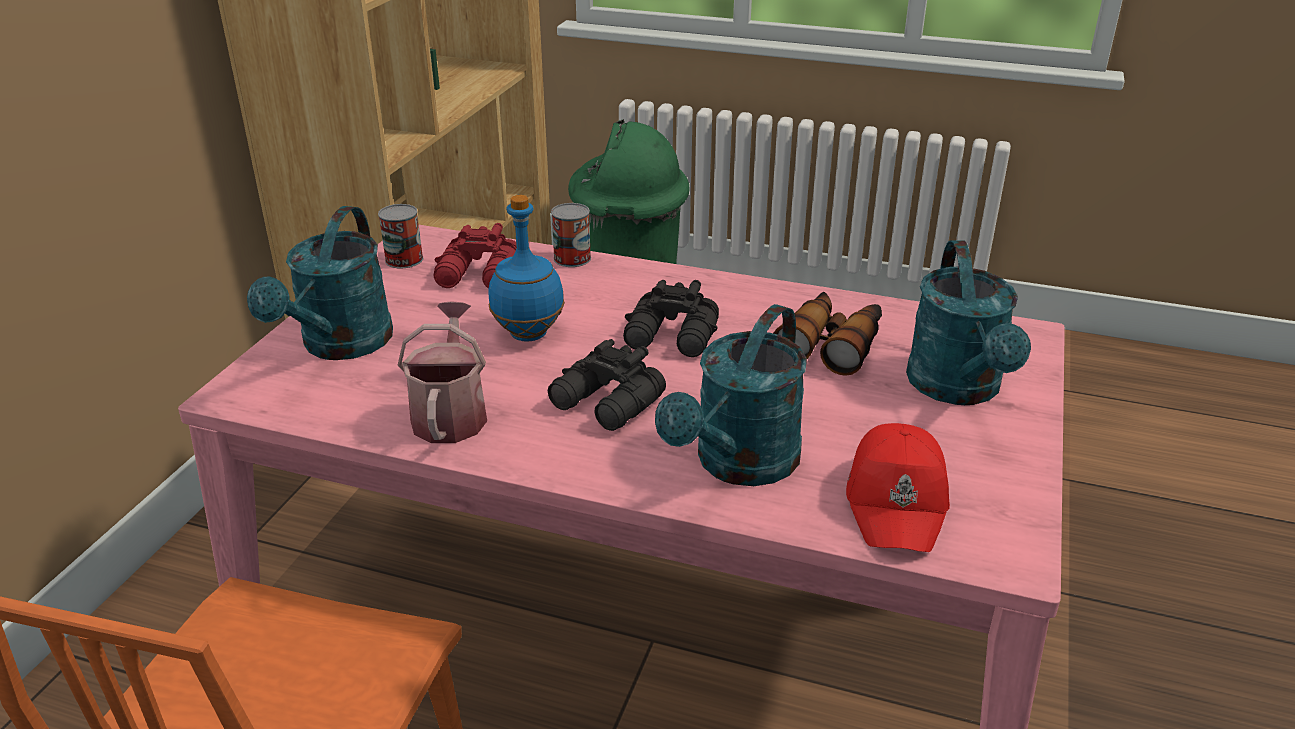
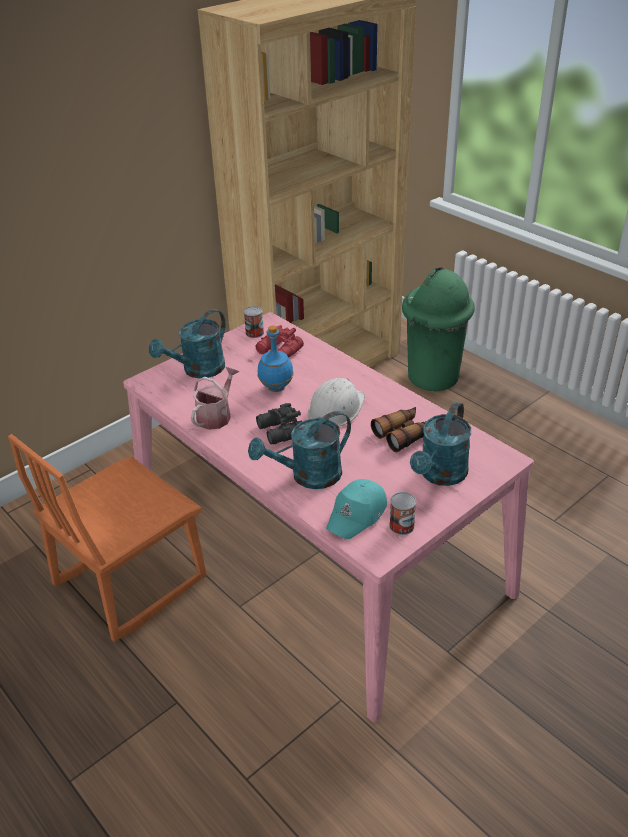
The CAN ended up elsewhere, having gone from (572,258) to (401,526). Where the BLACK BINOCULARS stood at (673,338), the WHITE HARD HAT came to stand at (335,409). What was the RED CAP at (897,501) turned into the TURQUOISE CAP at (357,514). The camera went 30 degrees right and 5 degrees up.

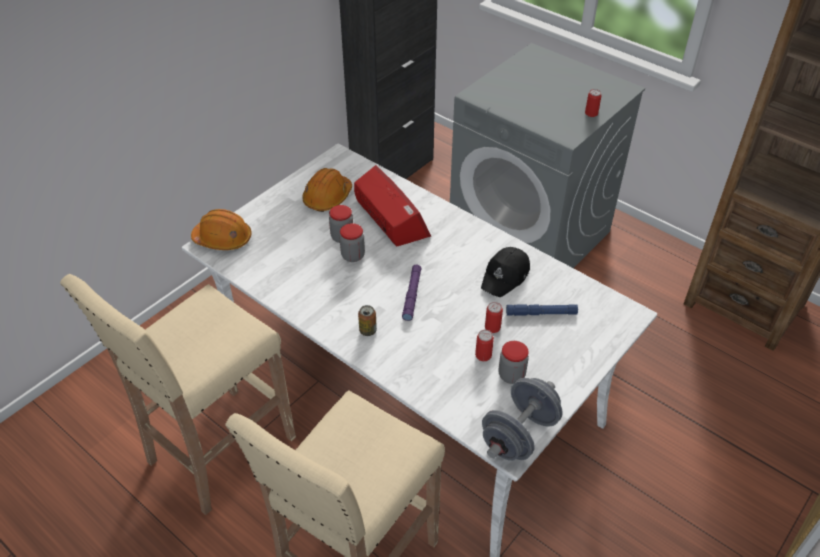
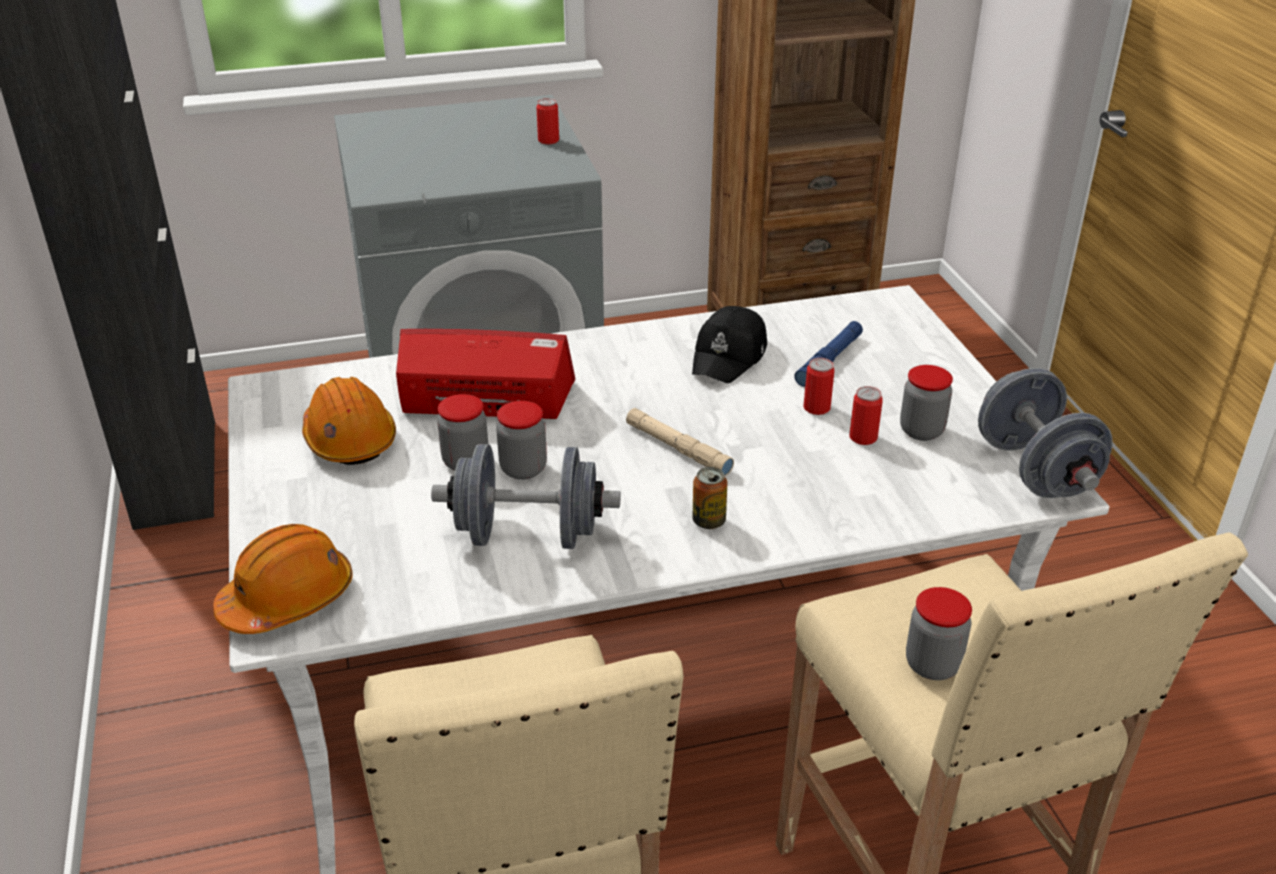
The second view gained the GREY DUMBBELL at (528,535). The second view gained the JAR at (932,665). What was the PURPLE FLASHLIGHT at (412,295) turned into the BEIGE FLASHLIGHT at (678,448). The BLACK CAP at (505,276) ended up facing another way, 45 degrees clockwise from before. The camera went 55 degrees left and 10 degrees down.

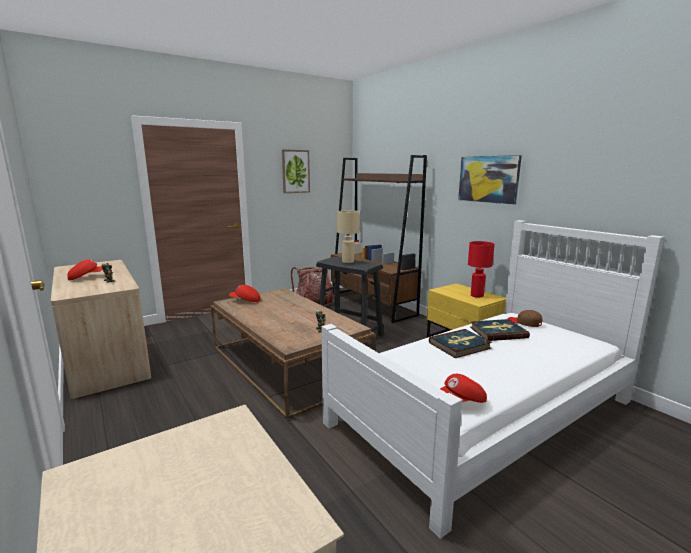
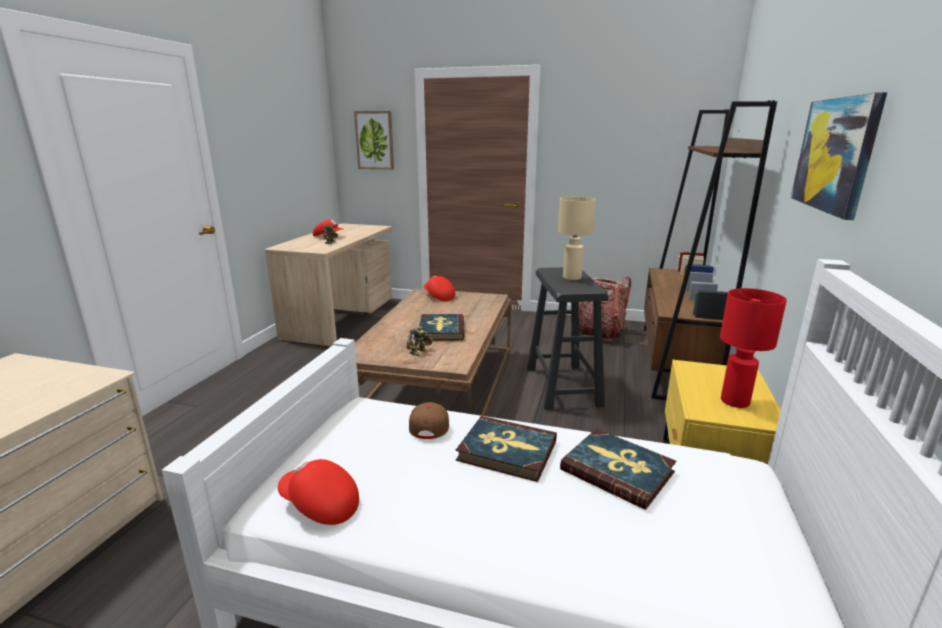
The second view gained the BOOK at (441,330). The PICTURE ended up elsewhere, having gone from (295,171) to (375,140). The BROWN CAP ended up elsewhere, having gone from (524,323) to (430,425). The camera went 50 degrees right and 5 degrees up.

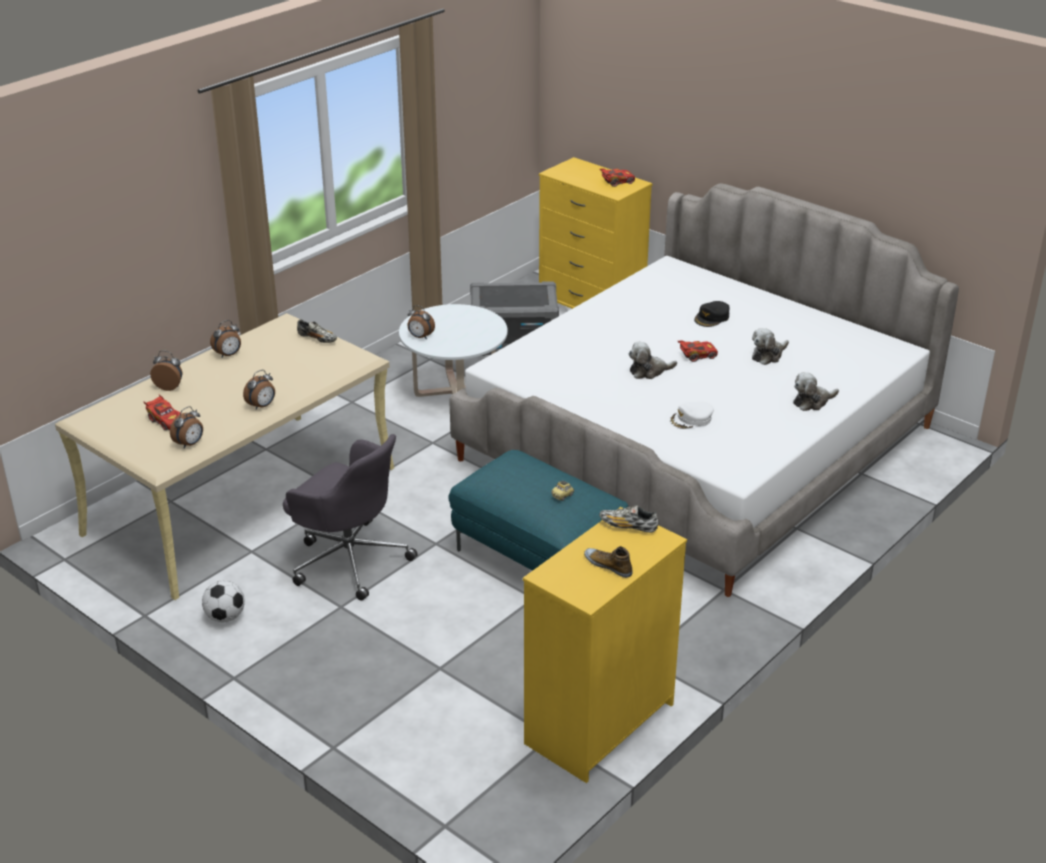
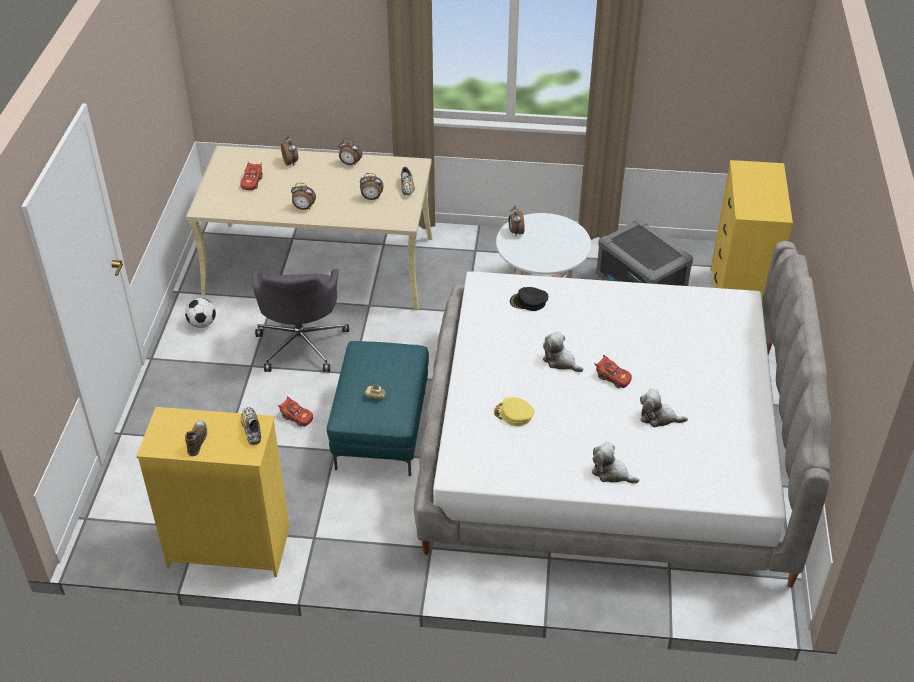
The ALARM CLOCK ended up elsewhere, having gone from (190,444) to (371,198). The RED TOY CAR ended up elsewhere, having gone from (617,182) to (296,417). The BLACK CAP ended up elsewhere, having gone from (712,318) to (528,302). What was the WHITE CAP at (691,419) turned into the YELLOW CAP at (513,414). The camera went 55 degrees right and 10 degrees up.

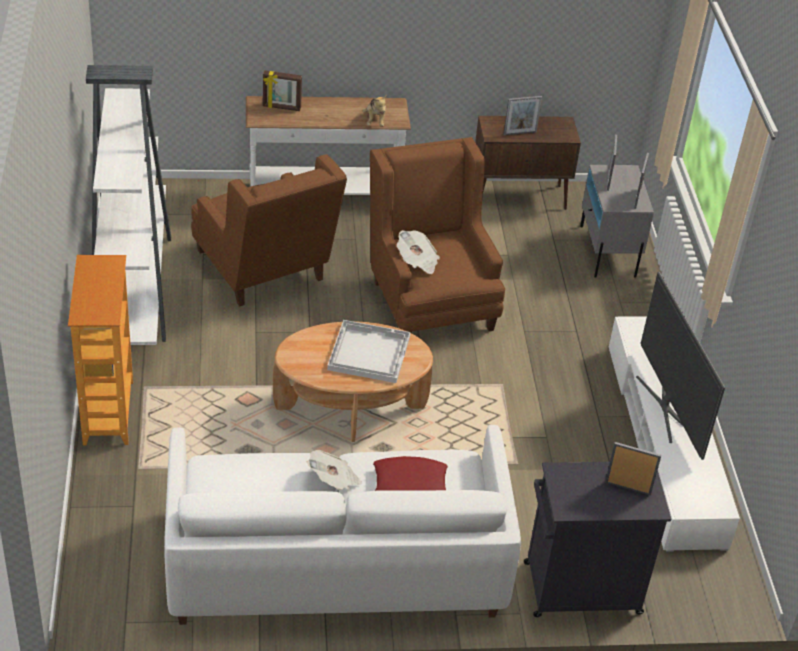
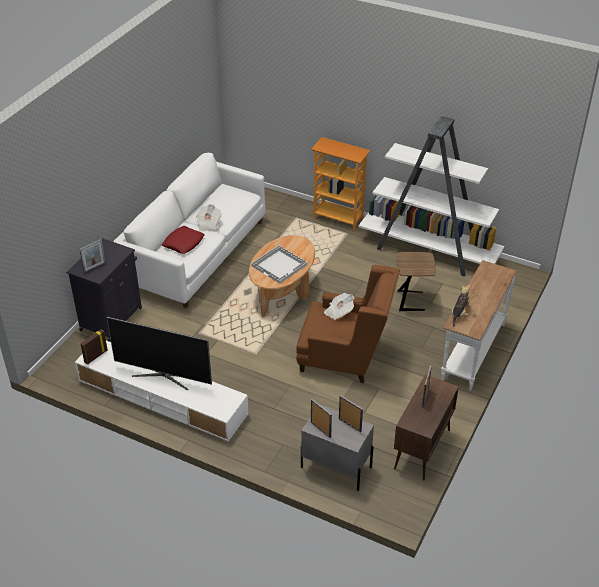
The PICTURE FRAME ended up elsewhere, having gone from (281,107) to (95,356). Where the BROWN ARMCHAIR stood at (265,272), the BROWN SIDE TABLE came to stand at (411,301). The PLUSH TOY at (375,120) ended up facing another way, 90 degrees clockwise from before. The camera went 125 degrees right and 0 degrees up.

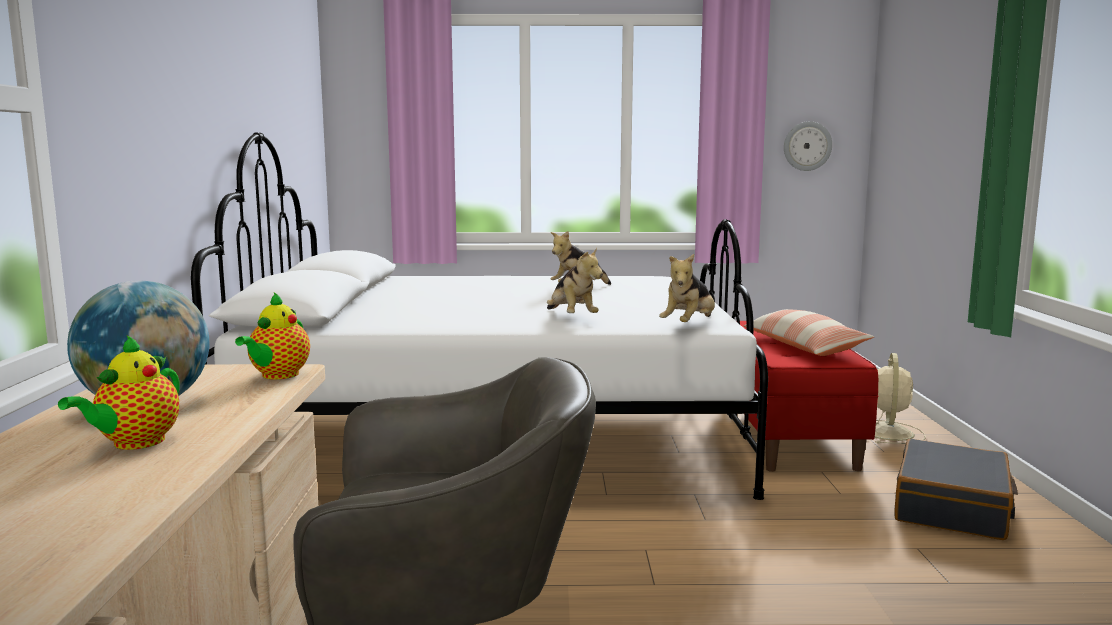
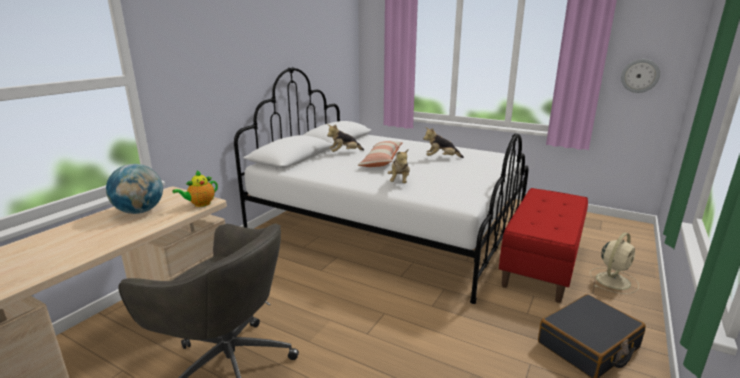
The second view lost the TEAPOT at (134,443). The PLUSH TOY ended up elsewhere, having gone from (689,325) to (344,153). The PILLOW ended up elsewhere, having gone from (803,346) to (381,161). The camera went 30 degrees right and 10 degrees up.

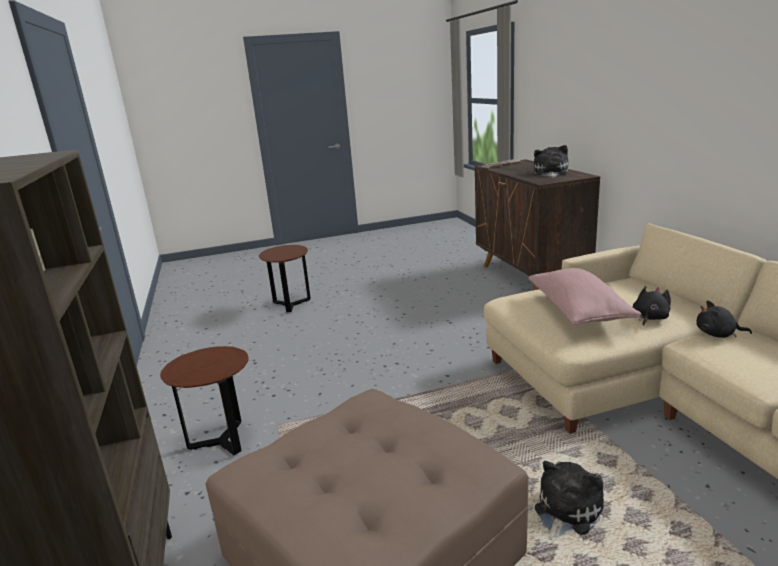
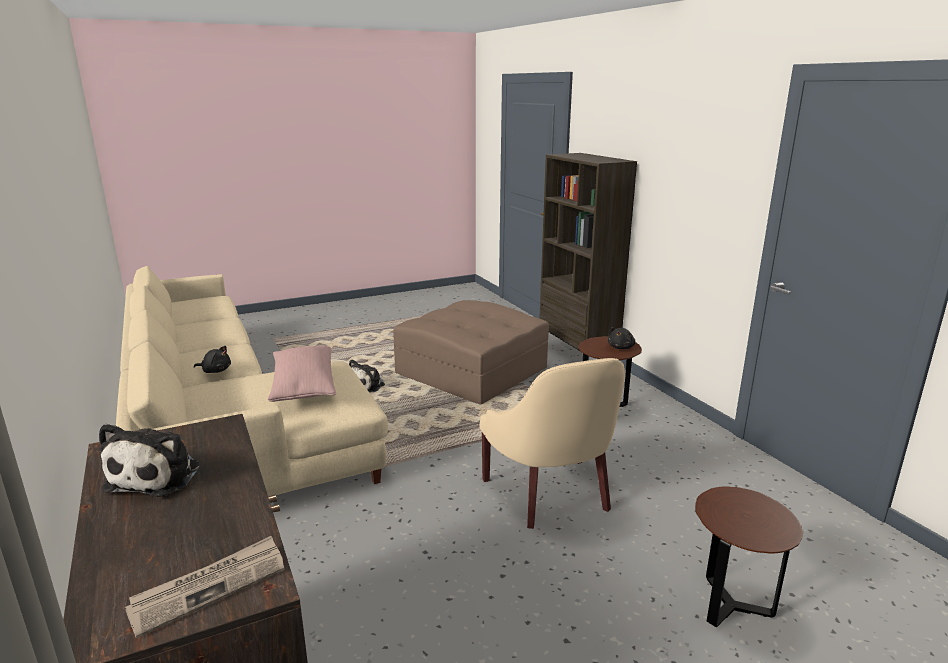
The second view gained the BEIGE ARMCHAIR at (551,494). The BLACK PLUSH TOY ended up elsewhere, having gone from (649,318) to (621,347). The camera went 170 degrees right and 0 degrees up.

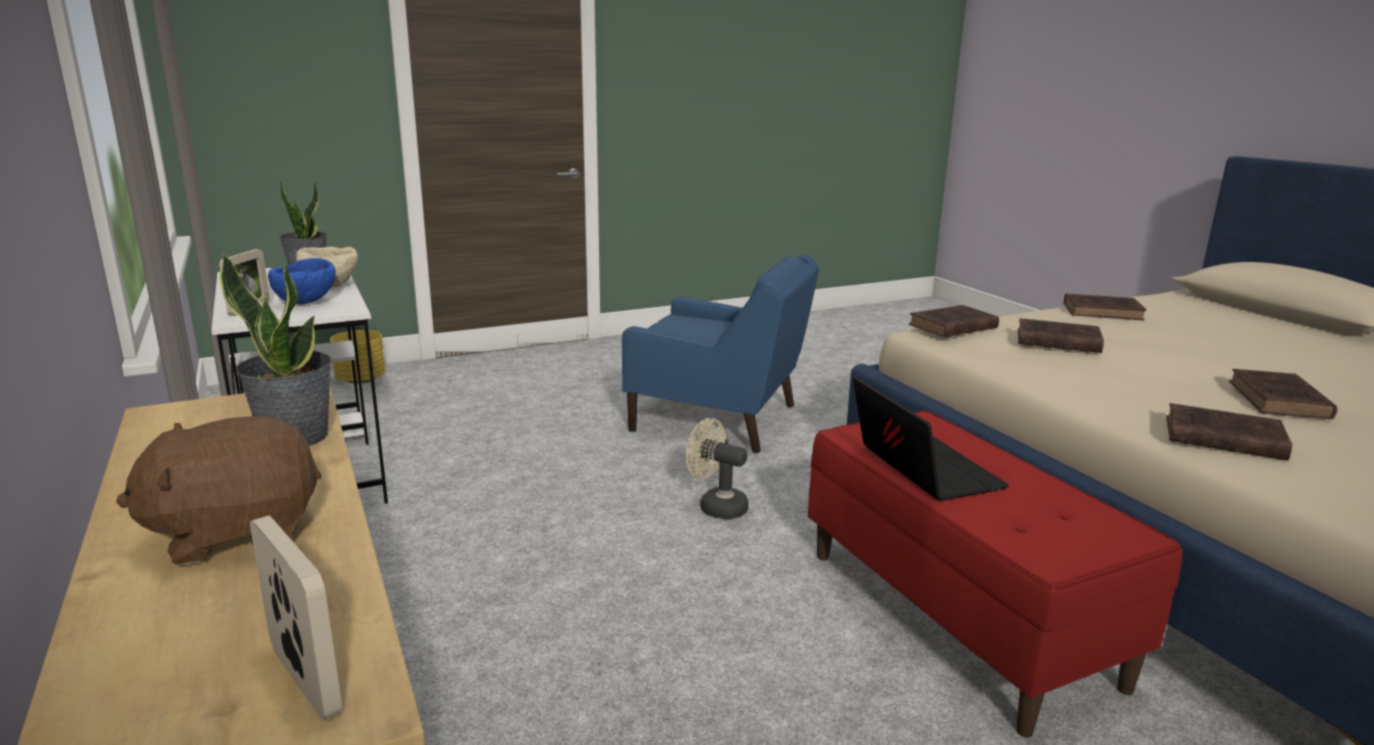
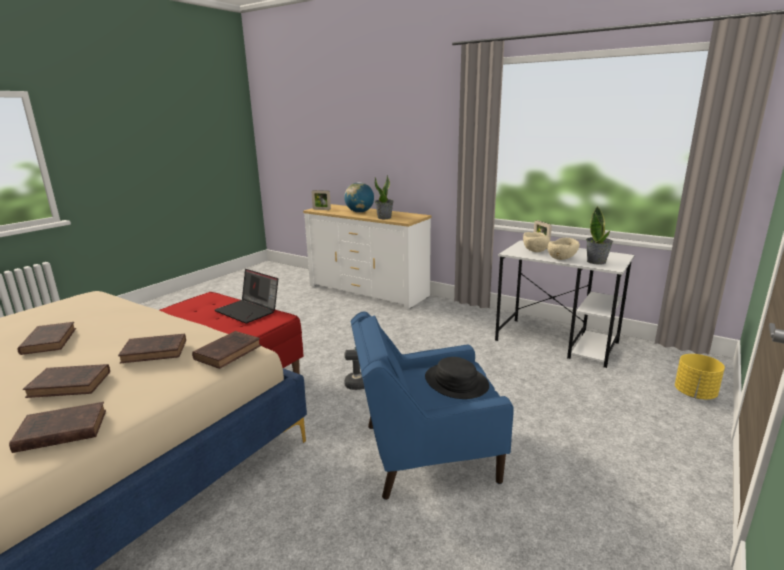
The second view gained the BLACK HAT at (456,382). The BROWN BOOK ended up elsewhere, having gone from (1220,438) to (72,384). Where the BROWN PLUSH TOY stood at (236,532), the GLOBE came to stand at (359,212). What was the BLUE BOWL at (306,303) turned into the BEIGE BOWL at (534,251). The camera went 150 degrees right and 0 degrees up.

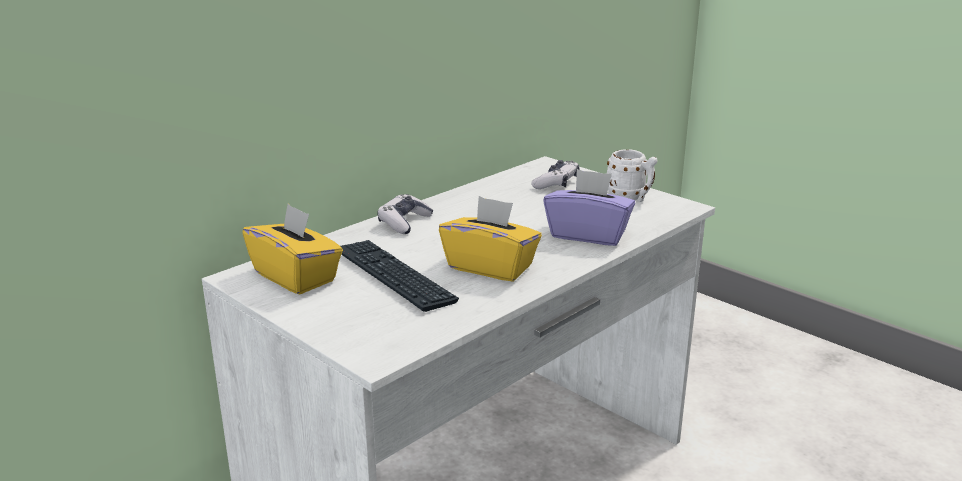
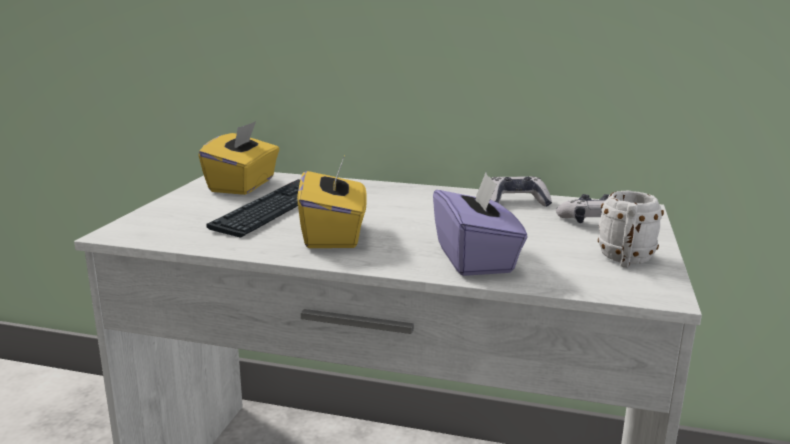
The GAME CONTROLLER ended up elsewhere, having gone from (404,222) to (516,202). The camera went 60 degrees right and 5 degrees down.

